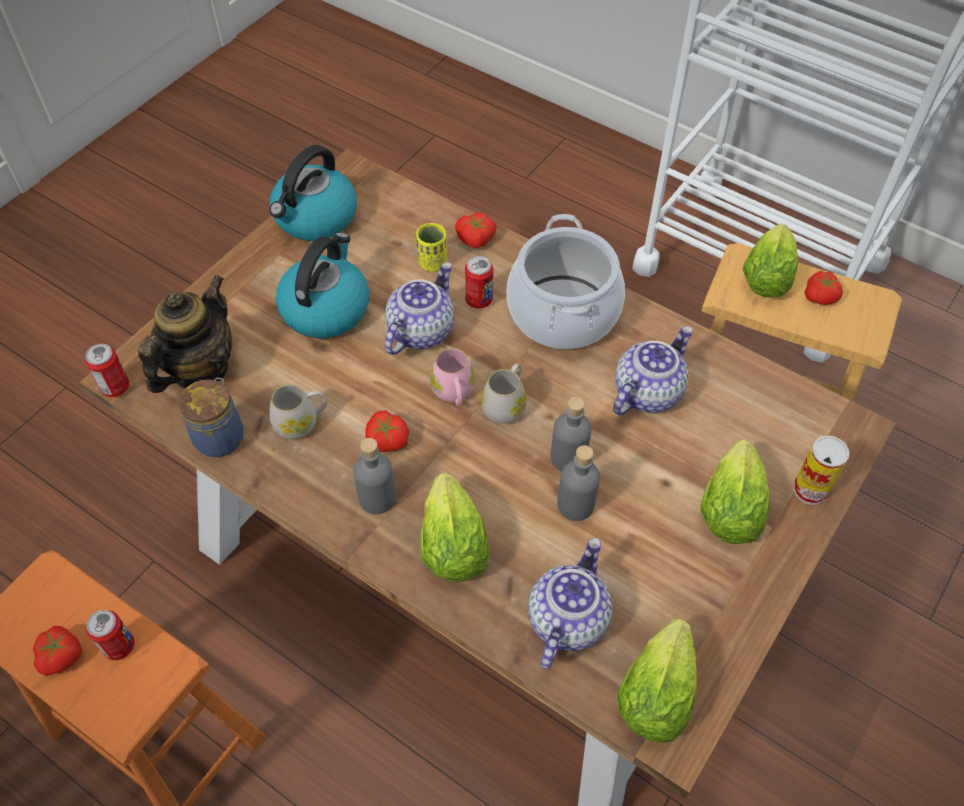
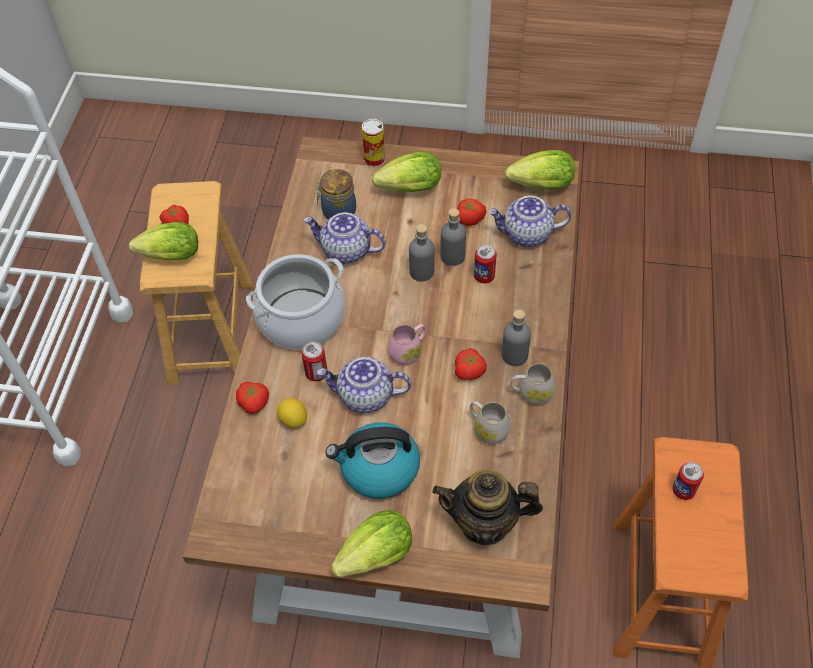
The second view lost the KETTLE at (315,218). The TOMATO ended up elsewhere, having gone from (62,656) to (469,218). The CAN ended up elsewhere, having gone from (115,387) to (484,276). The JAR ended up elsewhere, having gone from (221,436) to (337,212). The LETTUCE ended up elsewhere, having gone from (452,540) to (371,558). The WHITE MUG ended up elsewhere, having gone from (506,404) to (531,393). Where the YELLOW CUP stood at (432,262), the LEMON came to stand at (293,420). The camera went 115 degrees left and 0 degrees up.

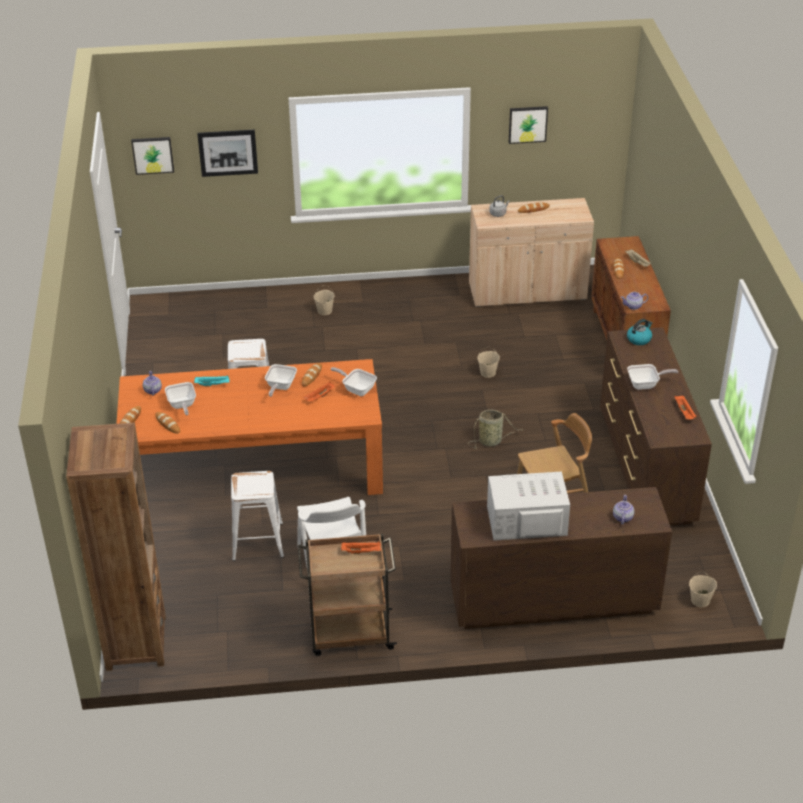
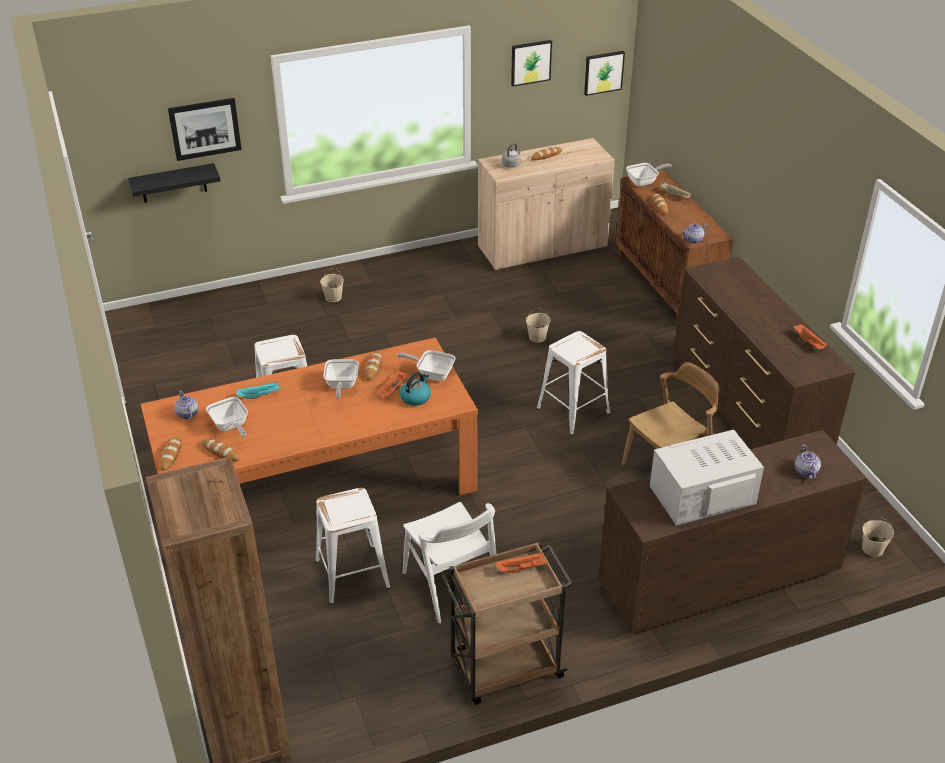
The second view gained the BLACK SHELF at (173,183). The PICTURE ended up elsewhere, having gone from (153,154) to (603,72). The KETTLE ended up elsewhere, having gone from (639,339) to (415,397). The FRYING PAN ended up elsewhere, having gone from (646,384) to (644,182). Where the BASKET stood at (491,441), the WHITE STOOL came to stand at (572,410). The camera went 15 degrees left and 0 degrees up.

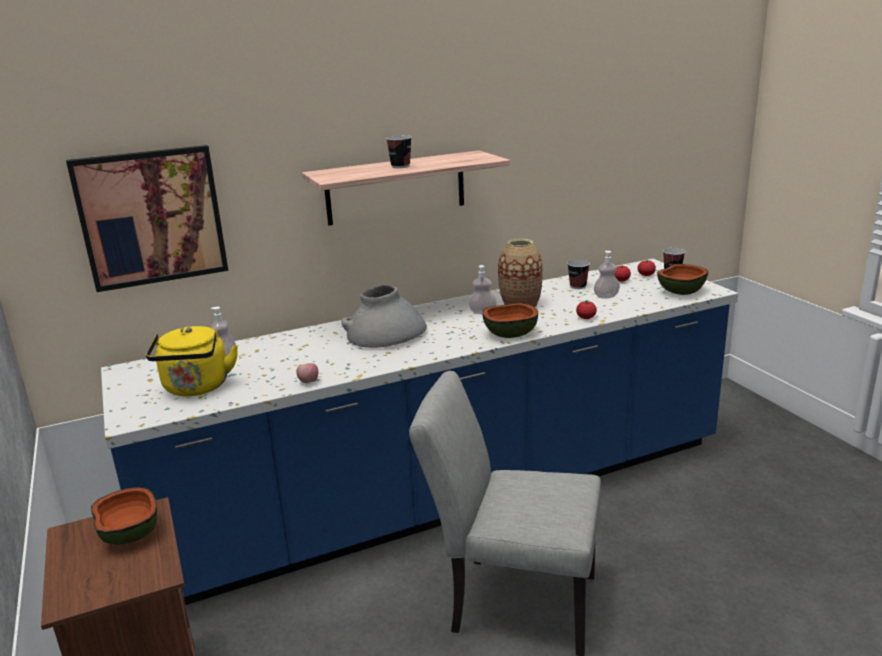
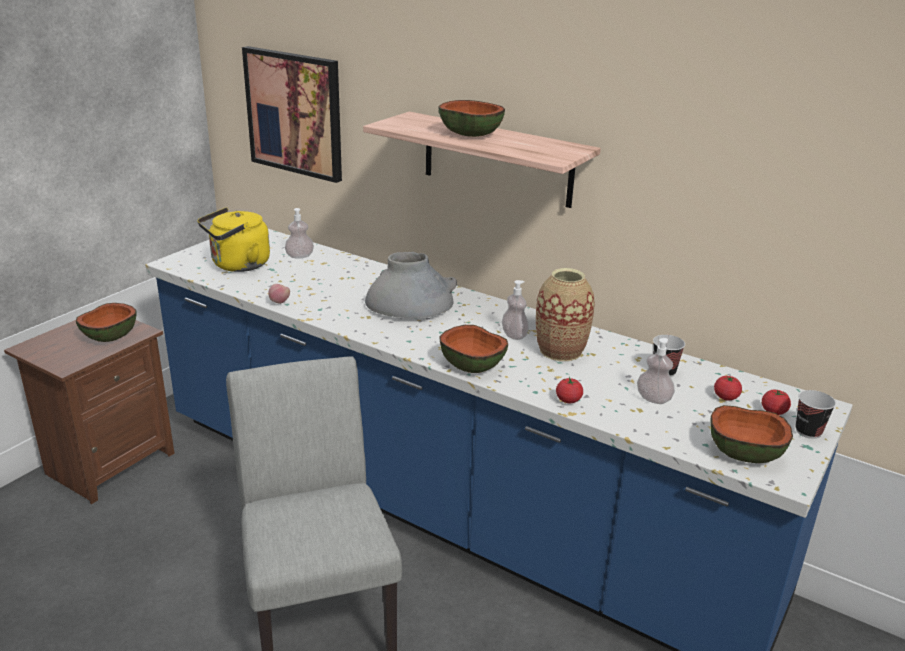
Where the CUP stood at (400,166), the BOWL came to stand at (469,135). The camera went 55 degrees right and 5 degrees up.

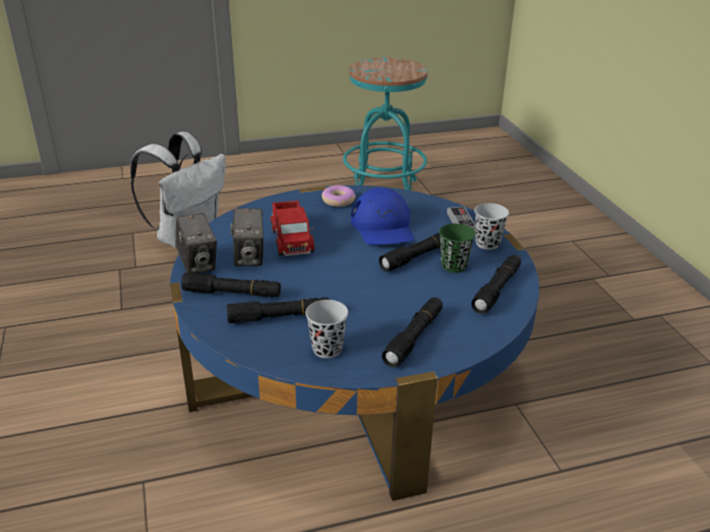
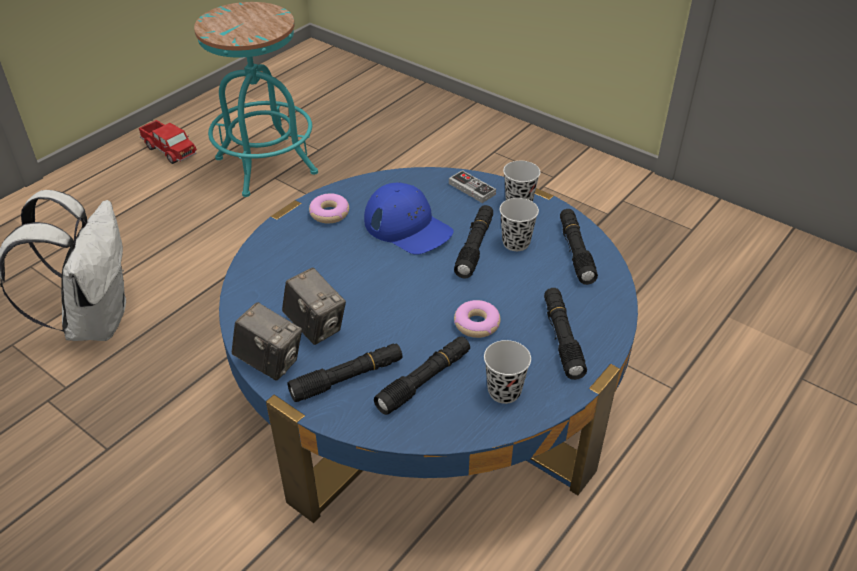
The second view gained the DONUT at (477,324). The TOY TRUCK ended up elsewhere, having gone from (291,239) to (170,150). What was the GREEN CUP at (453,266) turned into the BLACK CUP at (516,243). The camera went 35 degrees left and 10 degrees up.

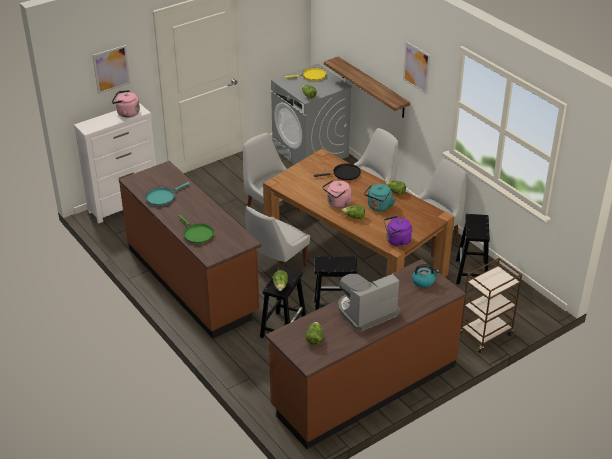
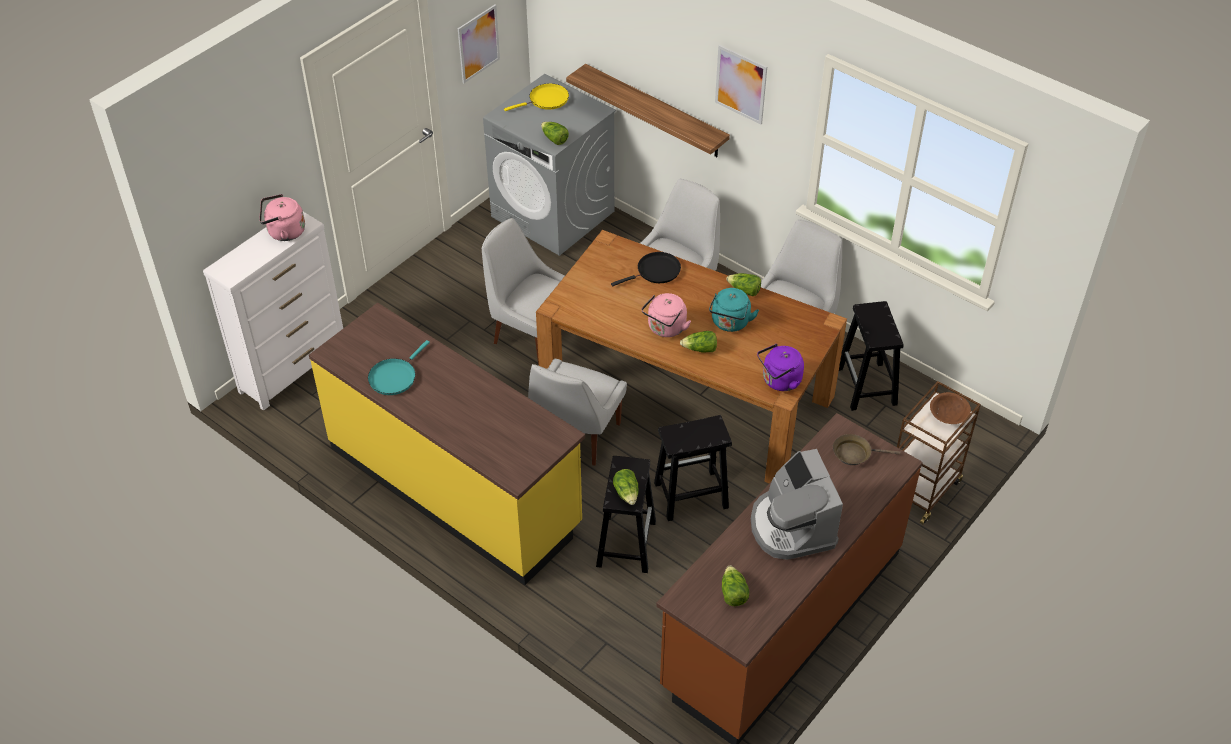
The second view lost the GREEN FRYING PAN at (197,234). The second view gained the BROWN BOWL at (948,415). The PICTURE ended up elsewhere, having gone from (111,69) to (478,43). Where the KETTLE stood at (423,281), the BROWN FRYING PAN came to stand at (855,453). What was the BROWN COUNTER at (193,280) turned into the YELLOW COUNTER at (455,486). The COFFEE MACHINE at (366,311) ended up facing another way, 60 degrees counterclockwise from before. The camera went 15 degrees left and 10 degrees up.

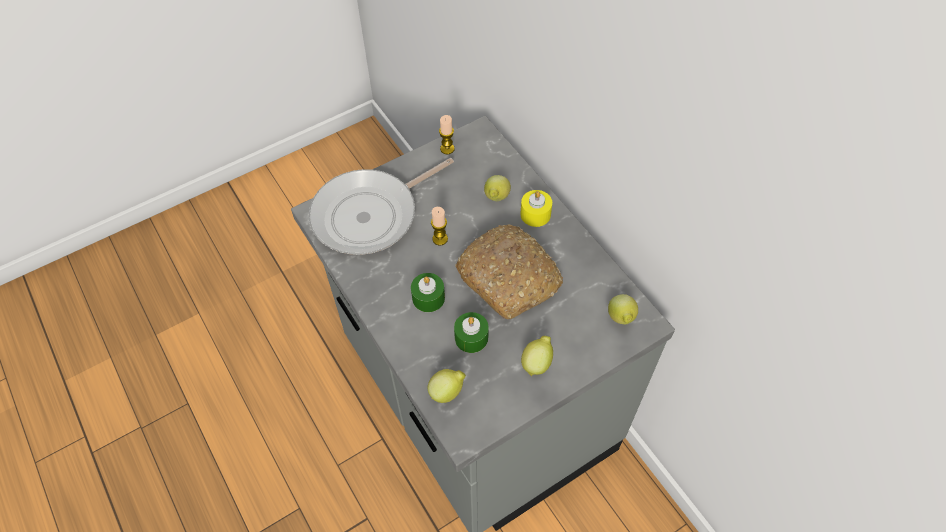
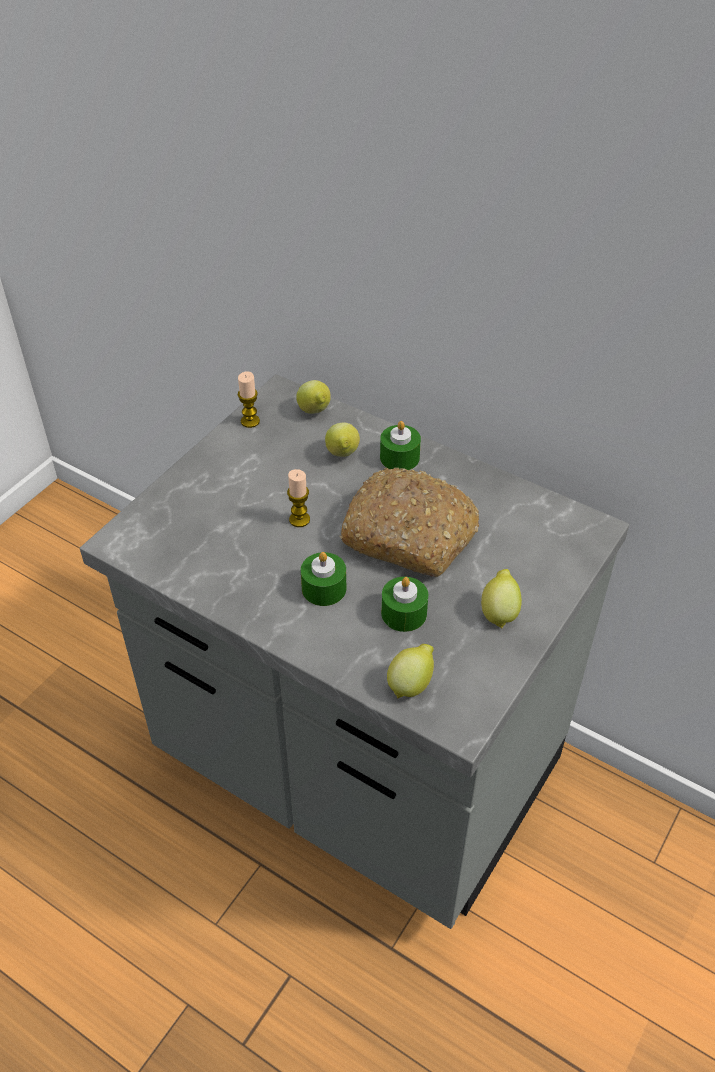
The second view lost the FRYING PAN at (370,215). The LEMON ended up elsewhere, having gone from (621,318) to (315,412). What was the YELLOW CANDLE at (535,214) turned into the GREEN CANDLE at (399,457). The camera went 25 degrees left and 10 degrees down.

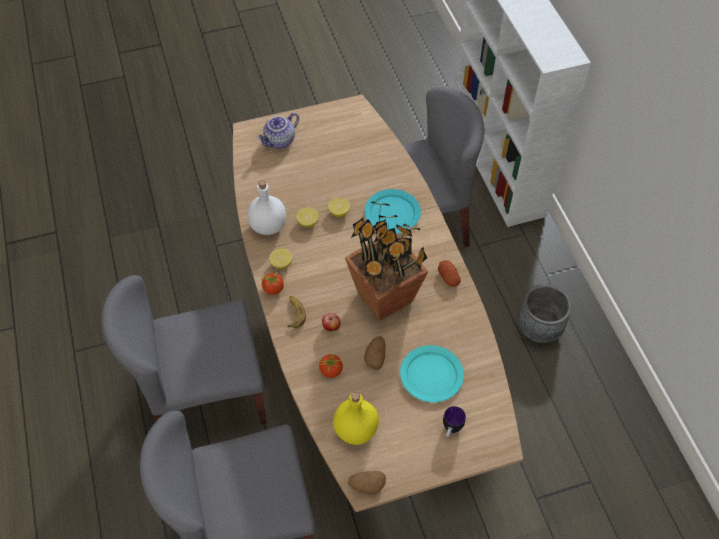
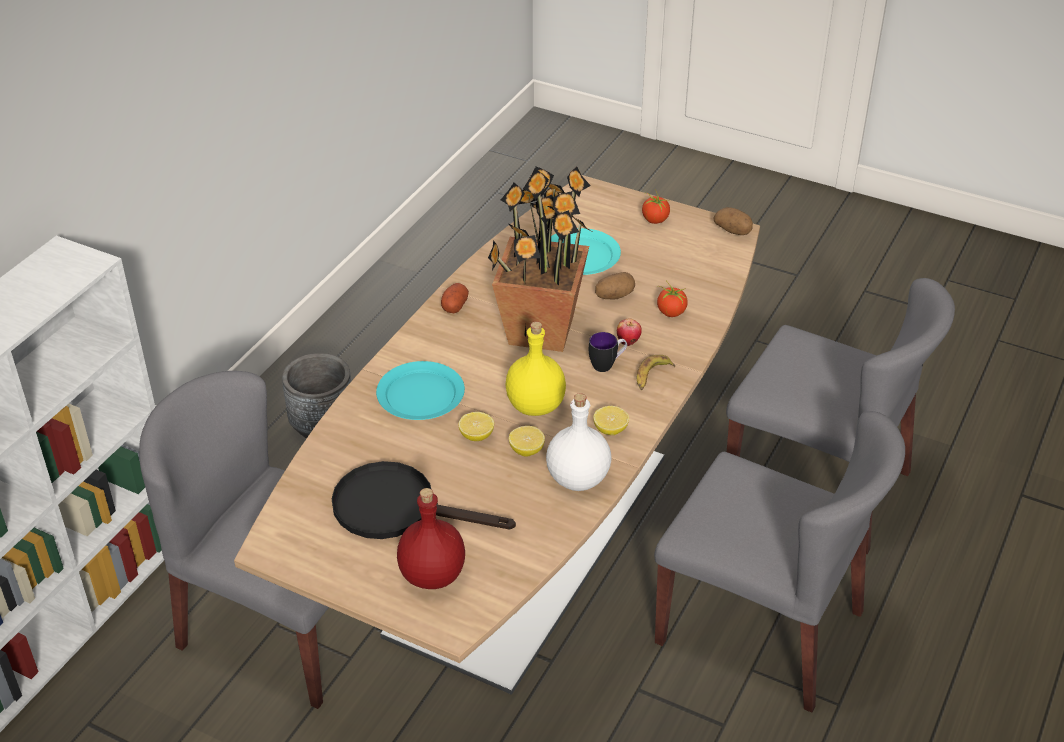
The second view gained the BLACK FRYING PAN at (399,508). The TOMATO ended up elsewhere, having gone from (273,289) to (655,220). The YELLOW BOTTLE ended up elsewhere, having gone from (355,430) to (536,406). The MUG ended up elsewhere, having gone from (451,430) to (607,365). Where the TEAPOT stood at (280,141), the RED BOTTLE came to stand at (431,575). The camera went 135 degrees left and 15 degrees down.

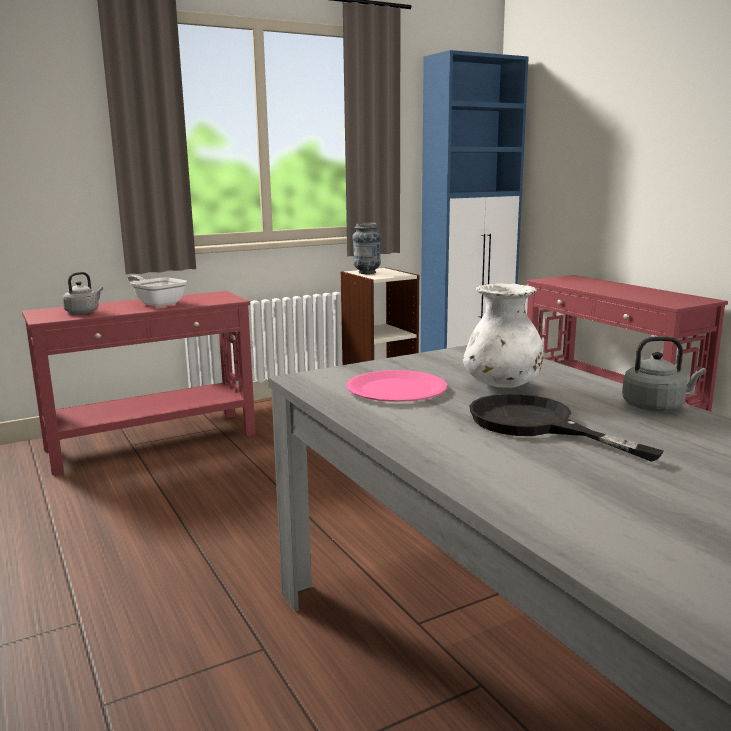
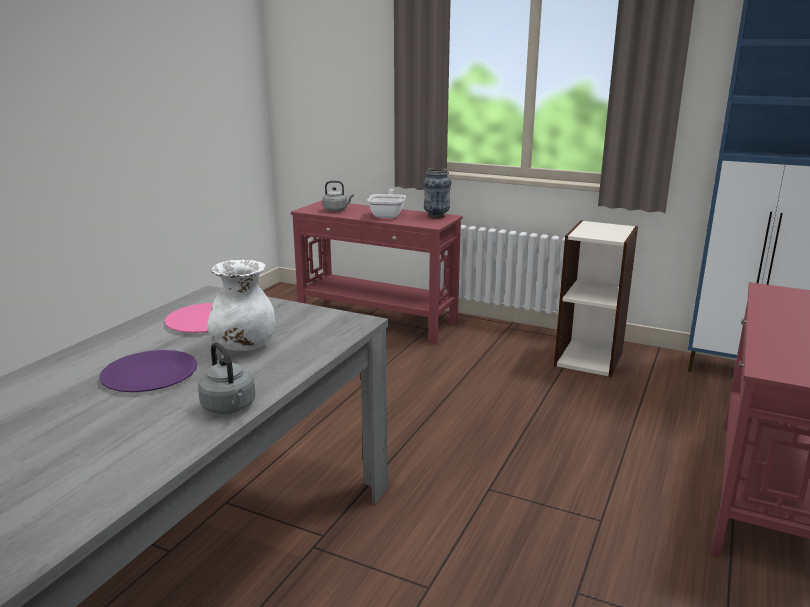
The VASE ended up elsewhere, having gone from (367,272) to (436,216). Where the BLACK FRYING PAN stood at (535,425), the PURPLE PLATE came to stand at (149,374). The camera went 55 degrees right and 5 degrees up.

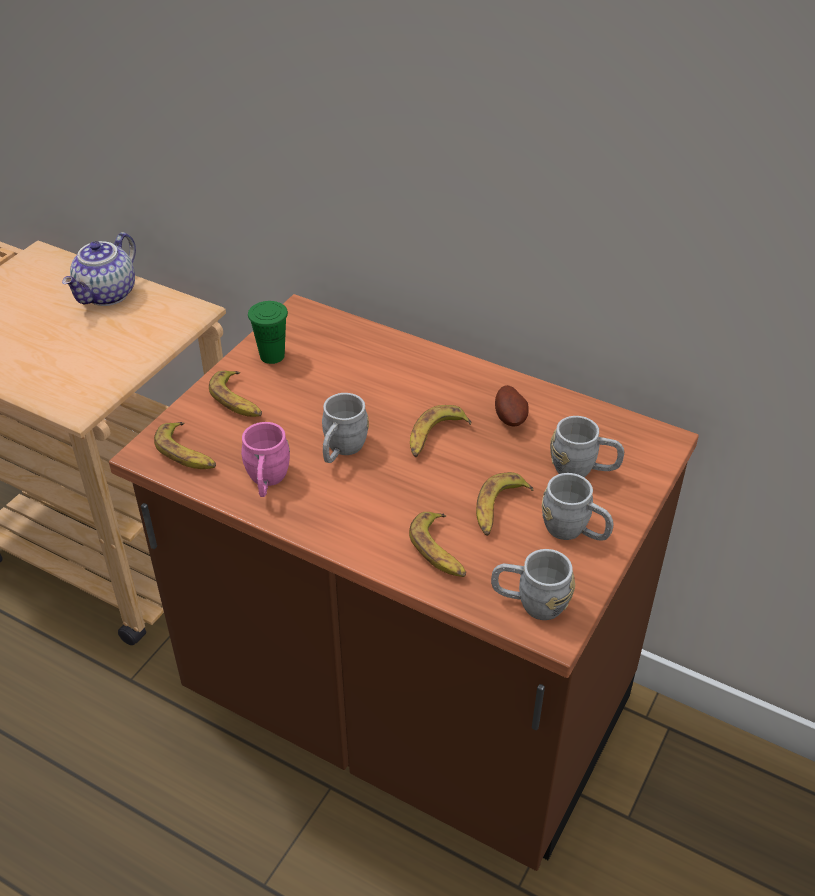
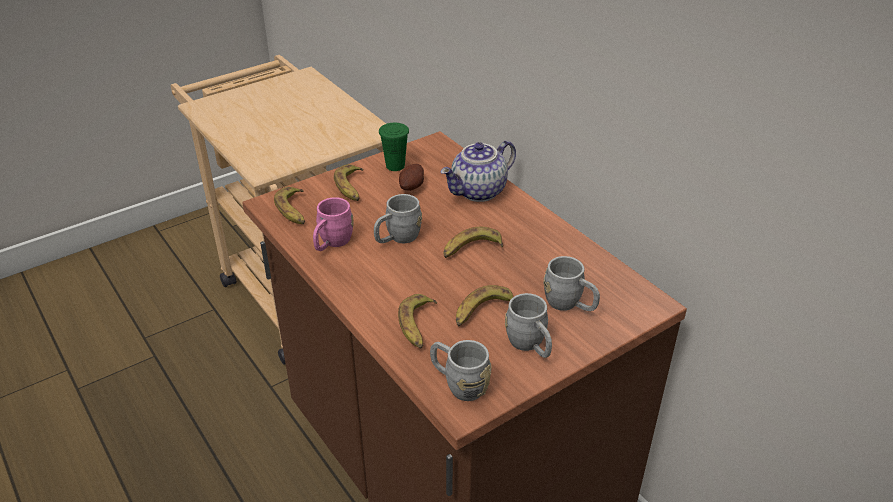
The TEAPOT ended up elsewhere, having gone from (108,295) to (479,192). The POTATO ended up elsewhere, having gone from (511,418) to (412,187). The camera went 25 degrees right and 5 degrees down.

